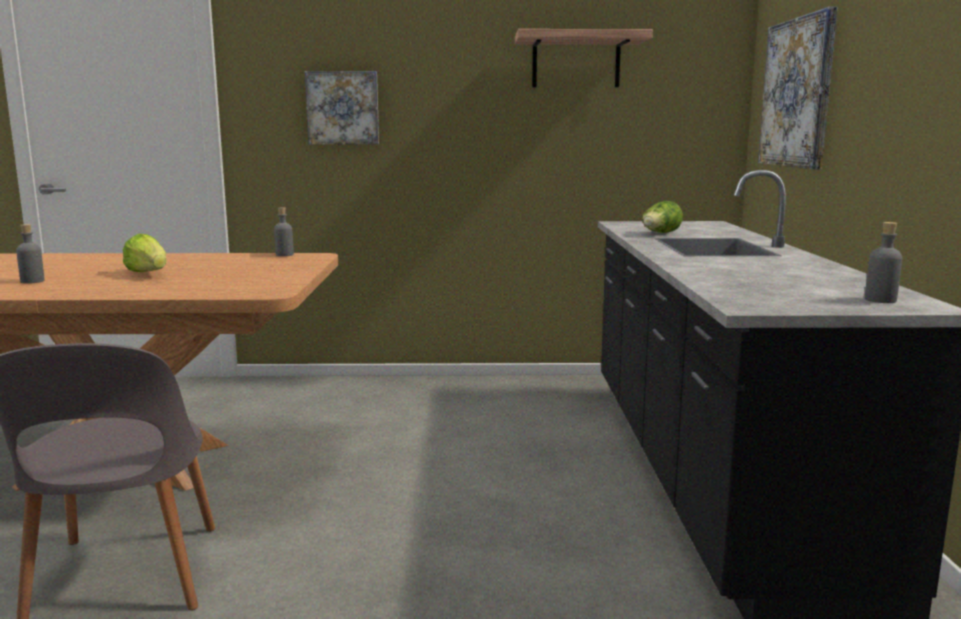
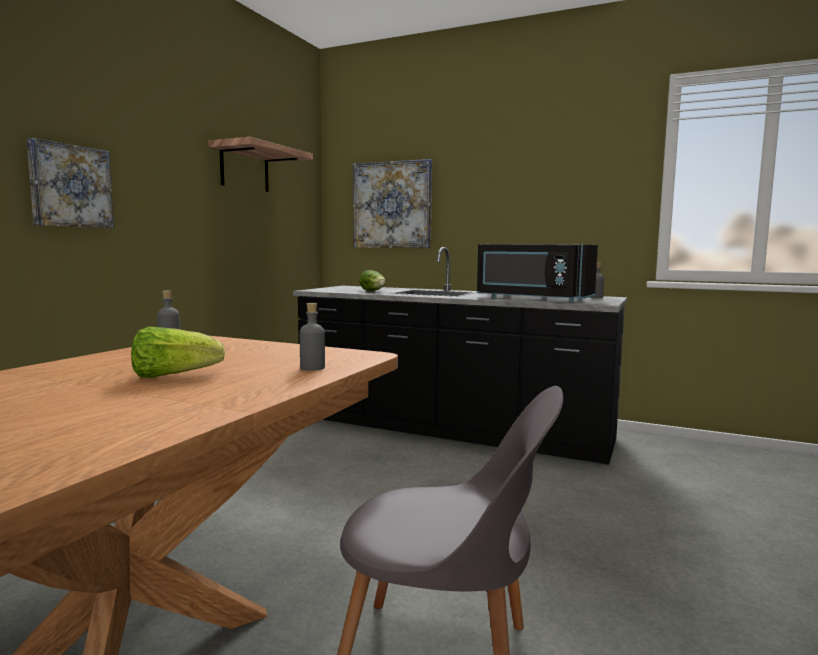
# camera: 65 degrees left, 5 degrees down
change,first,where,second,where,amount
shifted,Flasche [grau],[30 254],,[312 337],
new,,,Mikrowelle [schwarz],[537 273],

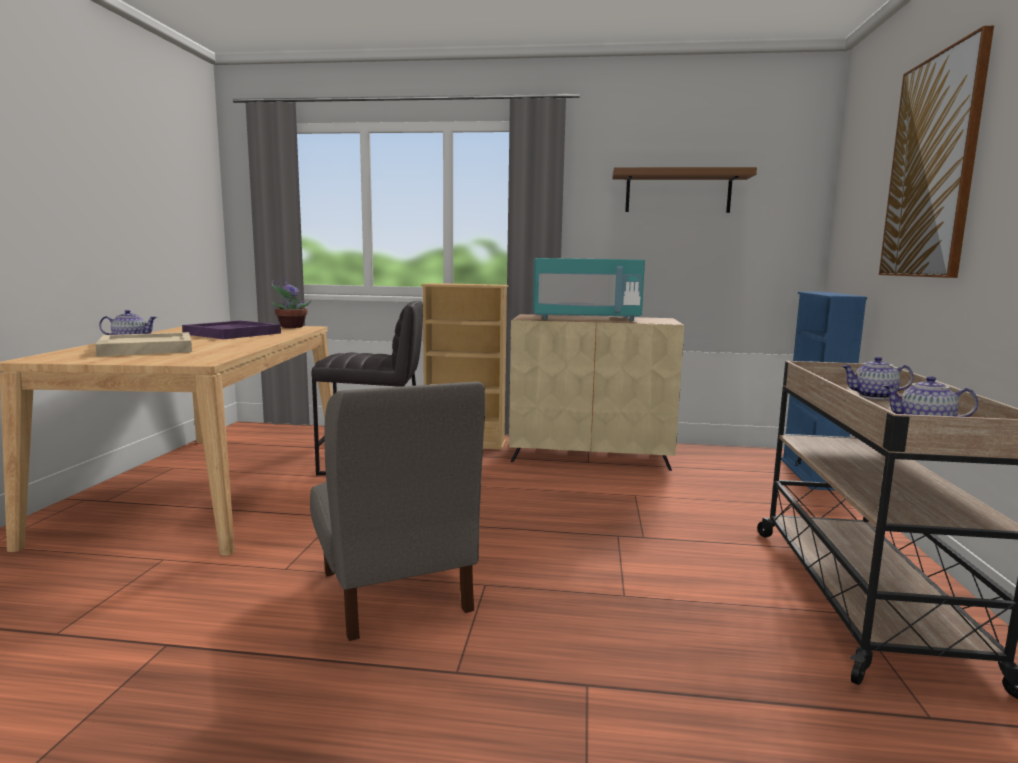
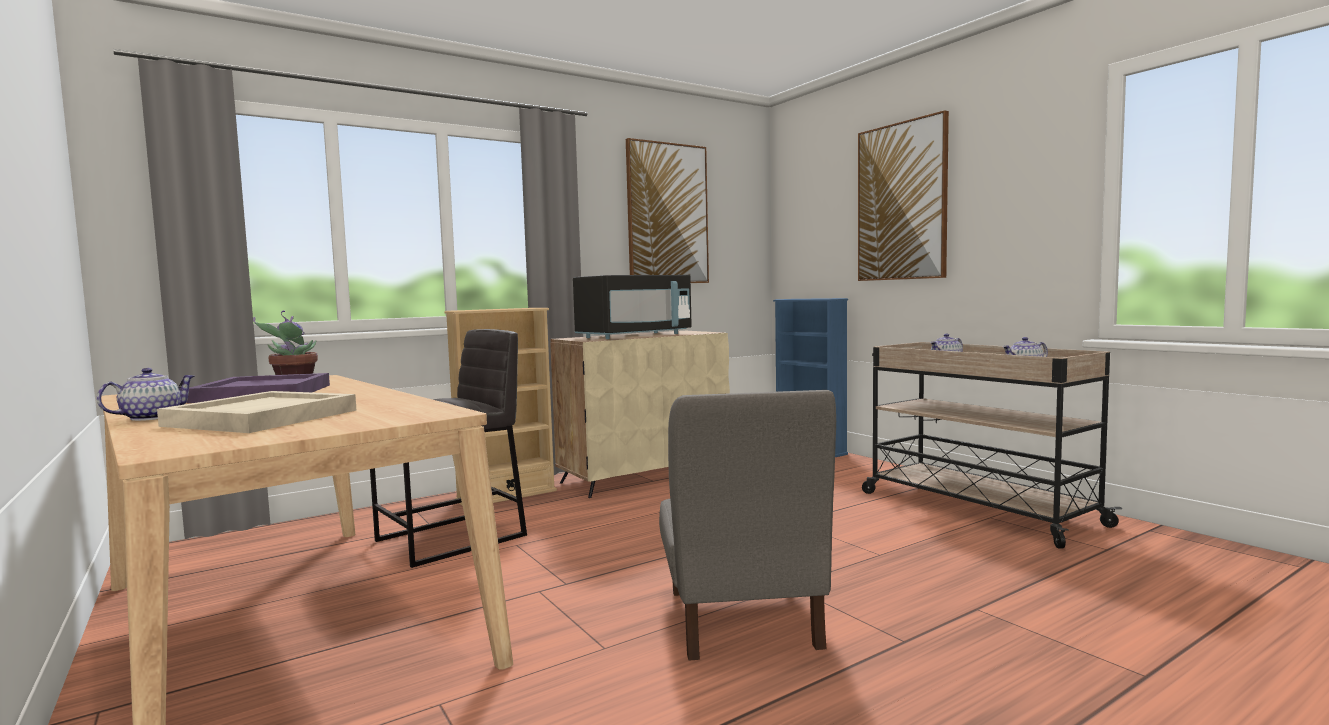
# camera: 40 degrees left, 5 degrees down
change,first,where,second,where,amount
swapped,Wandregal [braun],[684 190],Bild,[667 210],
repainted,Mikrowelle [türkis],[589 289],Mikrowelle [schwarz],[632 307],
rotated,Stuhl [grau],[397 511],,[747 525],60 degrees clockwise

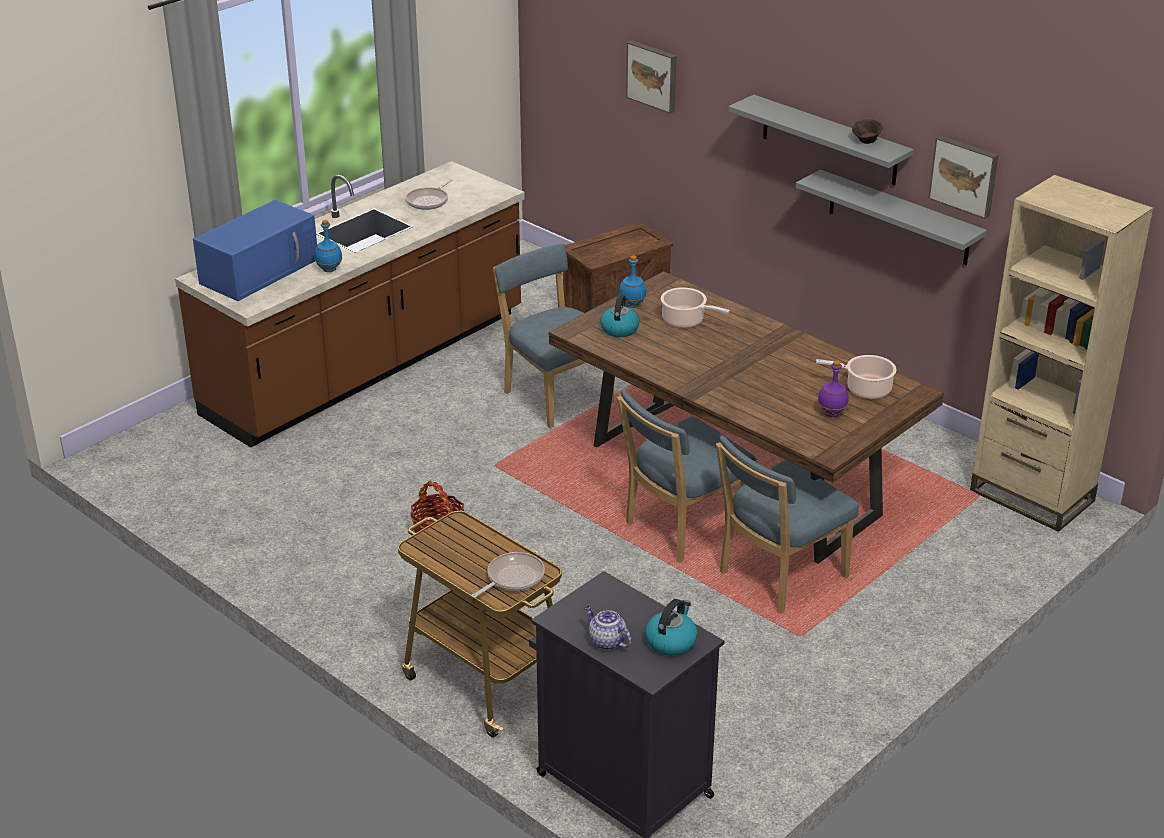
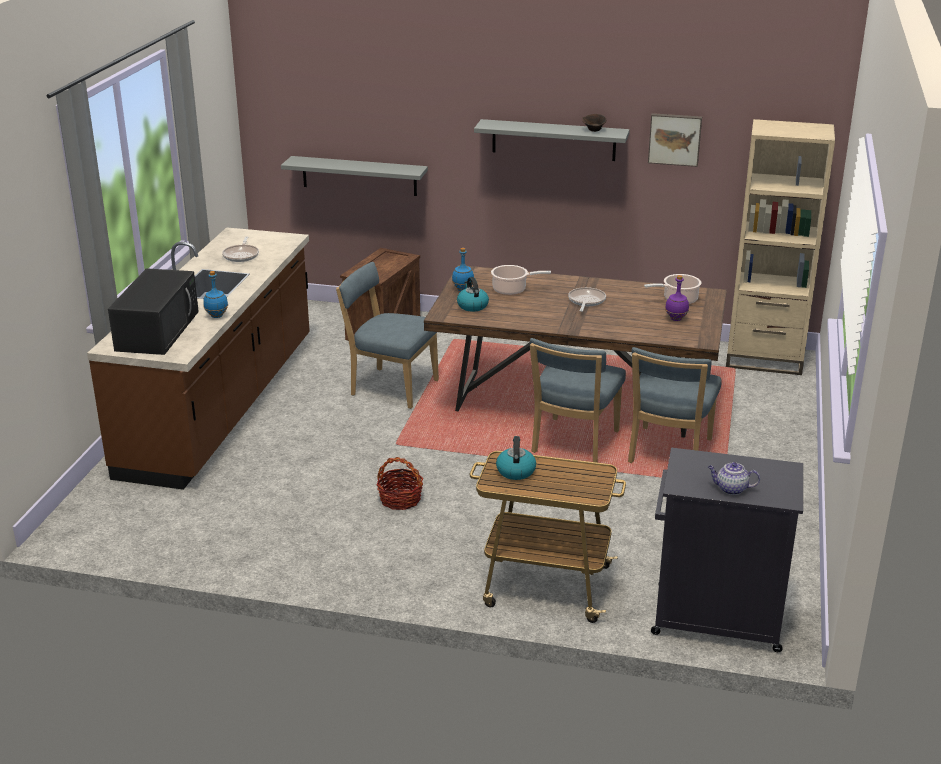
# camera: 30 degrees left, 5 degrees down
change,first,where,second,where,amount
gone,Bild,[651 77],,,
shifted,Wandregal [grau],[891 217],,[354 176],
repainted,Mikrowelle [blau],[255 250],Mikrowelle [schwarz],[153 311],
shifted,Pfanne,[508 575],,[587 299],
shifted,Wasserkessel,[671 627],,[516 458],

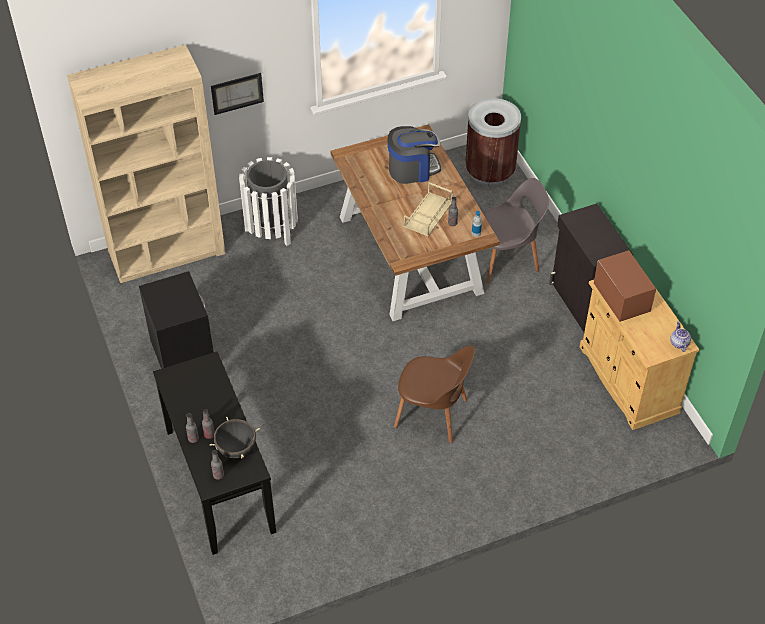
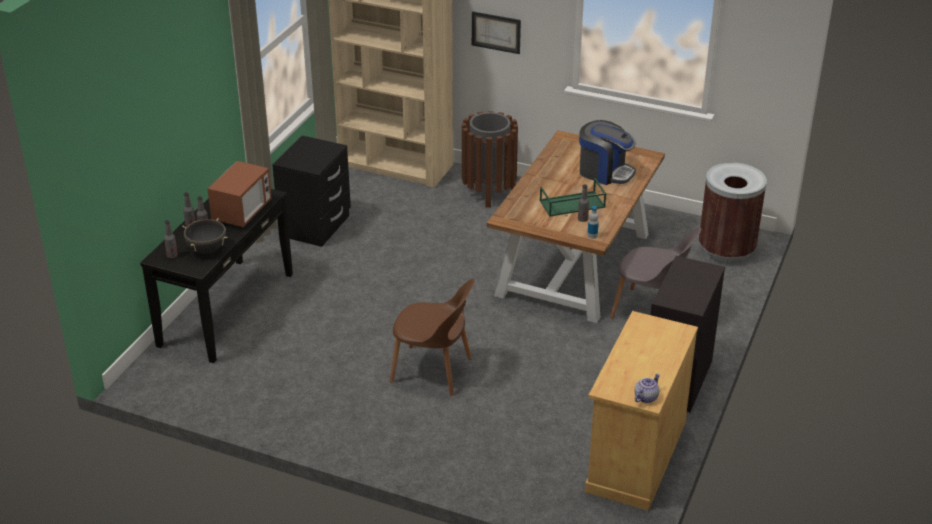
# camera: 45 degrees right, 15 degrees down
change,first,where,second,where,amount
repainted,Mülleimer [weiß],[268 201],Mülleimer [braun],[490 159],
repainted,Tablett [beige],[428 209],Tablett [grün],[573 197],
shifted,Mikrowelle,[625 286],,[239 194],
rotated,Stuhl [braun],[434 394],,[432 337],45 degrees counterclockwise

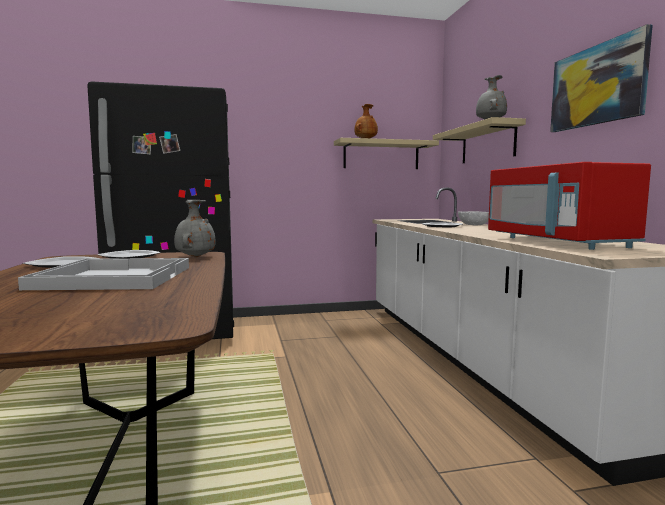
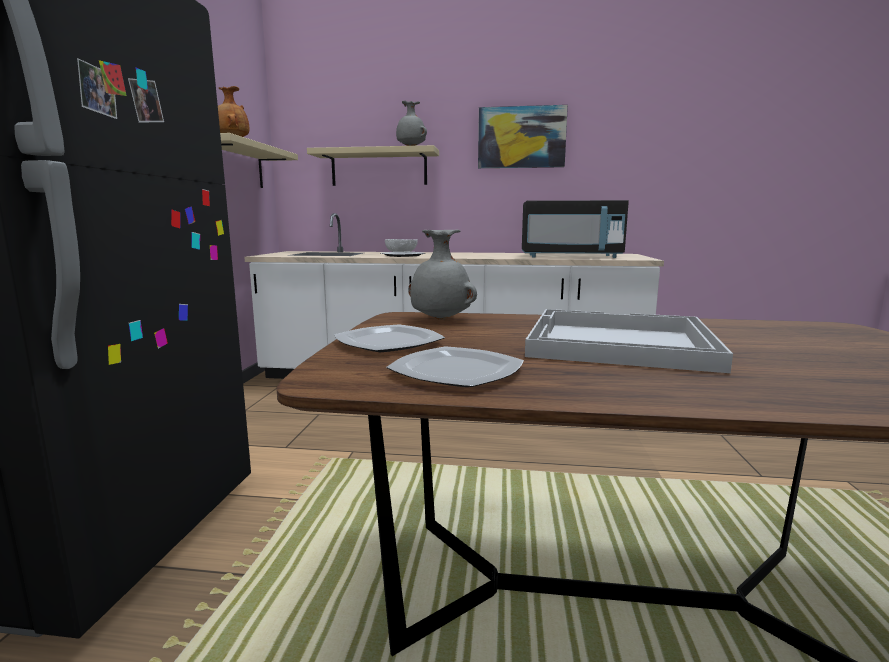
# camera: 70 degrees left, 5 degrees up
change,first,where,second,where,amount
repainted,Mikrowelle [rot],[569 206],Mikrowelle [schwarz],[575 229],

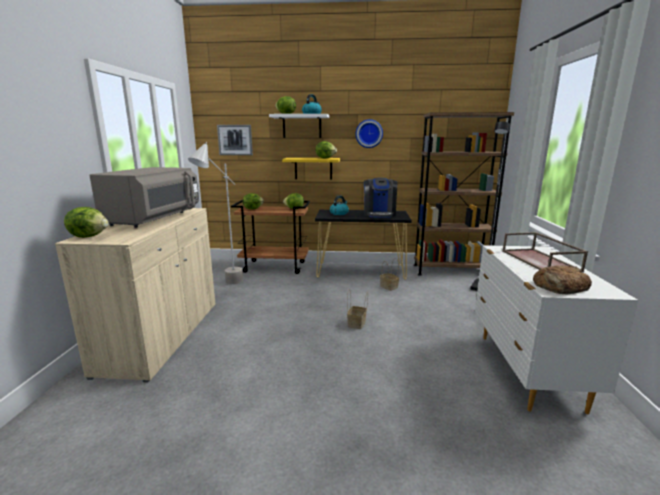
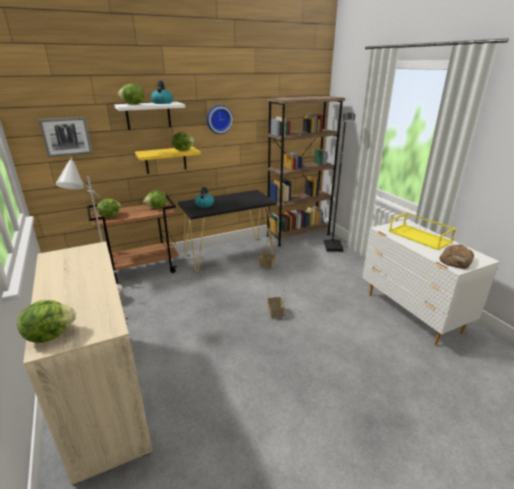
# camera: 30 degrees left, 10 degrees up
change,first,where,second,where,amount
gone,Mikrowelle [grau],[144 197],,,
gone,Kaffeemaschine,[380 197],,,
repainted,Tablett [braun],[545 252],Tablett [gelb],[422 231],

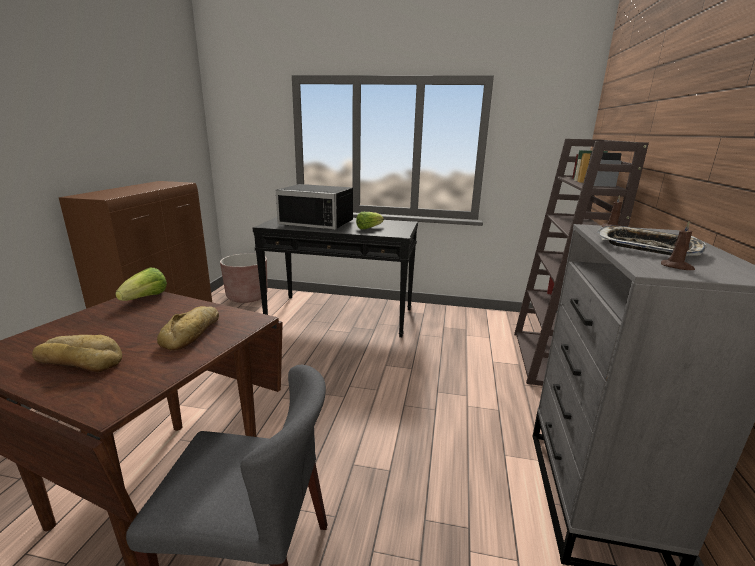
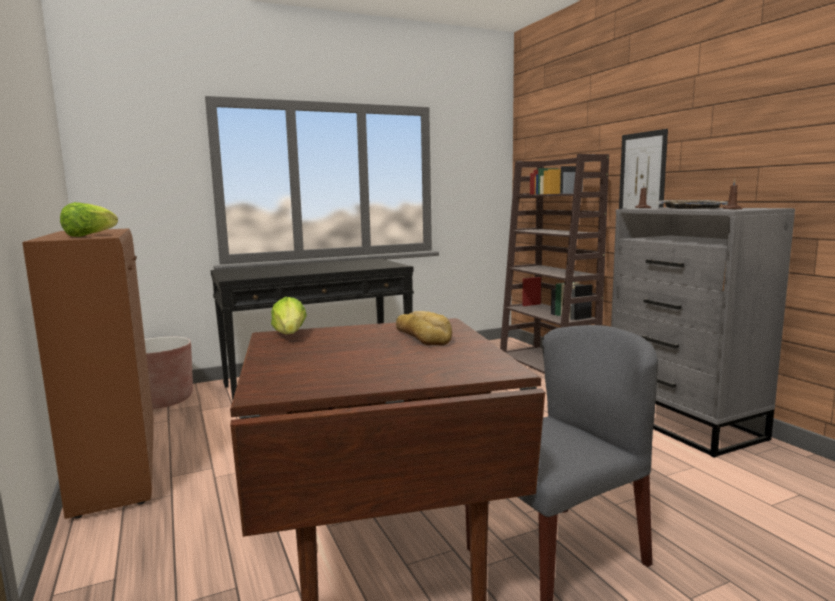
# camera: 35 degrees left, 10 degrees down
change,first,where,second,where,amount
gone,Mikrowelle [schwarz],[314 207],,,
shifted,Salatkopf,[370 220],,[89 219],
gone,Brot,[77 353],,,
new,,,Bild,[643 169],

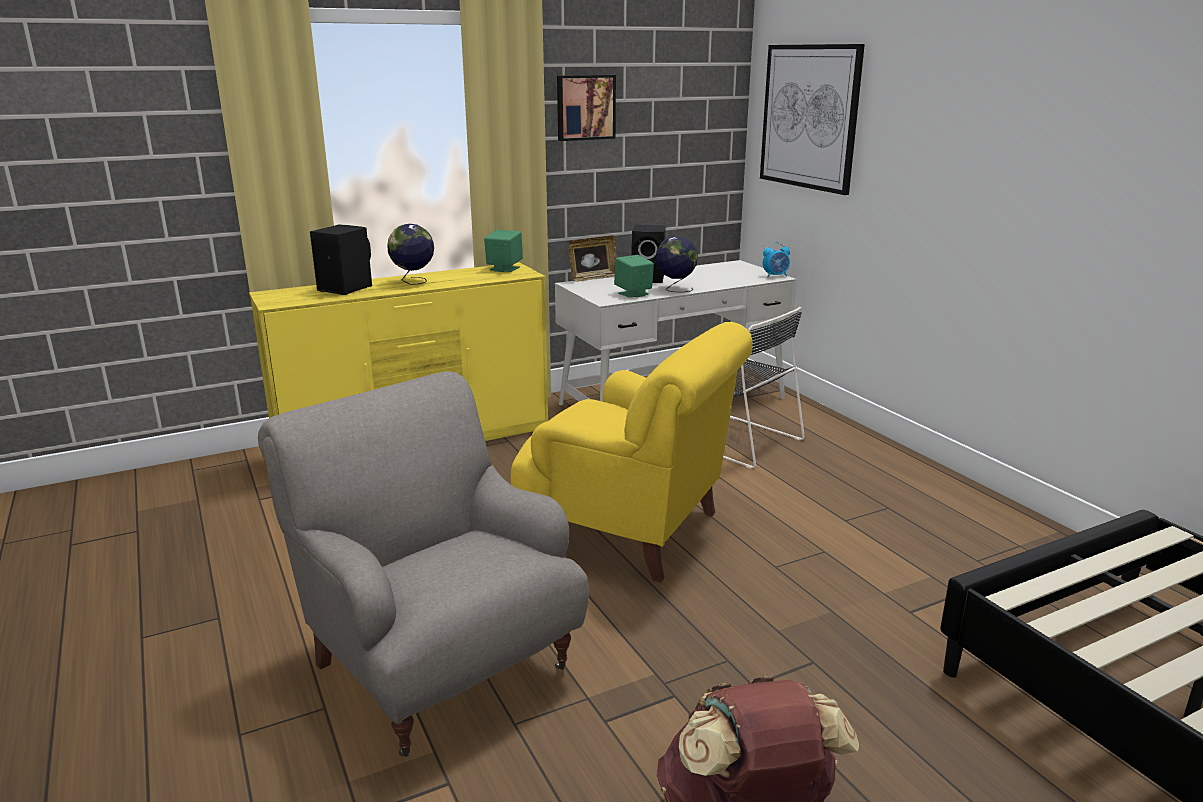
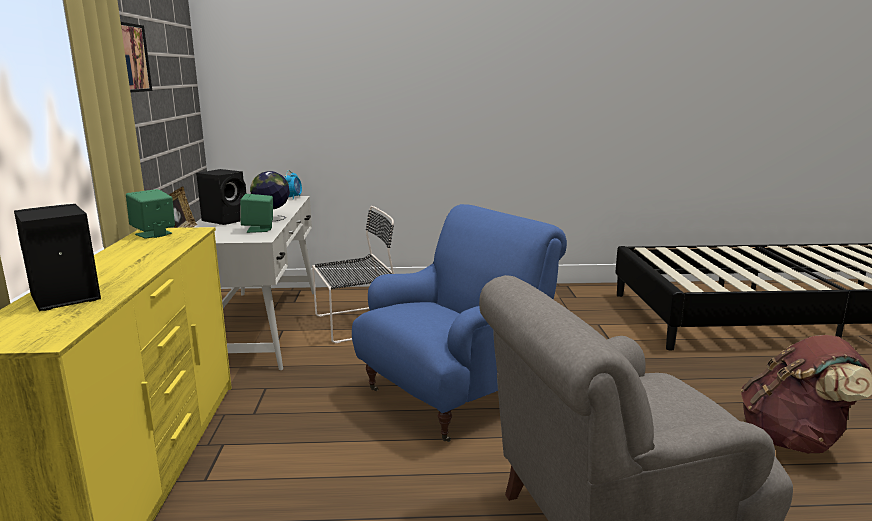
# camera: 65 degrees left, 5 degrees down
change,first,where,second,where,amount
gone,Bild,[812 119],,,
gone,Globus,[410 254],,,
repainted,Sessel [gelb],[631 452],Sessel [blau],[459 323],

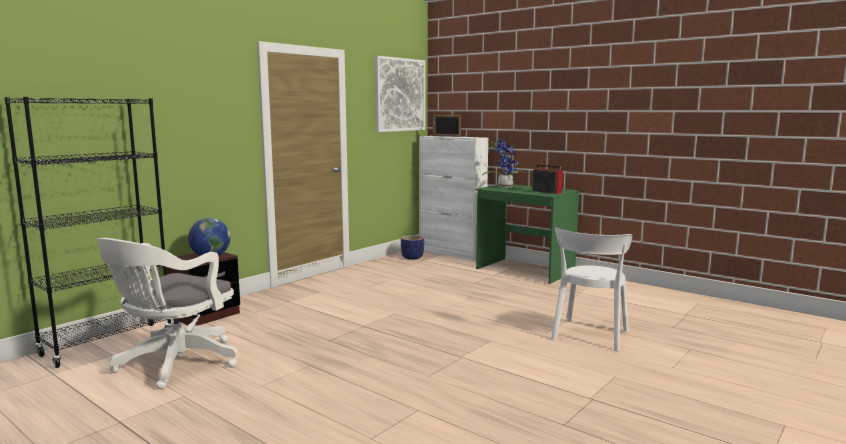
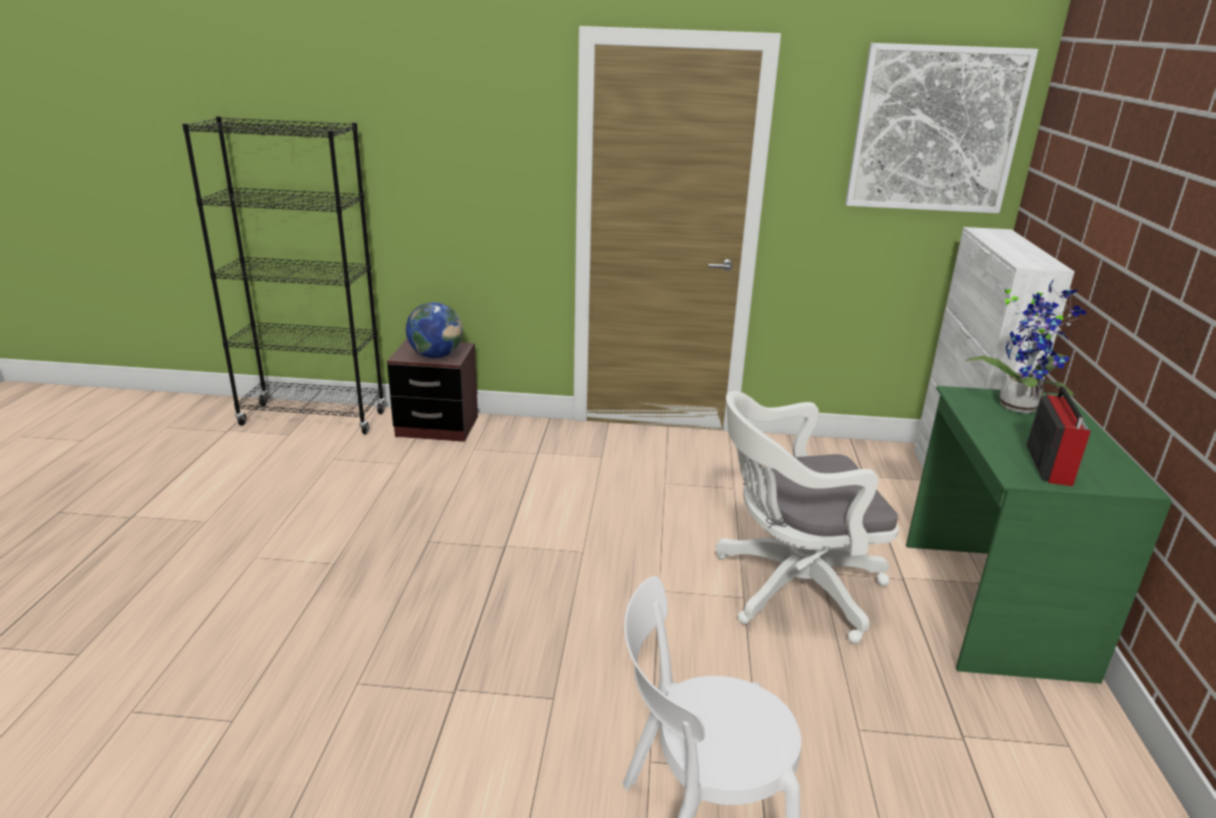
# camera: 55 degrees right, 15 degrees up
change,first,where,second,where,amount
gone,Bilderrahmen,[447 126],,,
gone,Pflanzkübel,[412 247],,,
shifted,Bürostuhl [weiß],[167 313],,[807 517],

